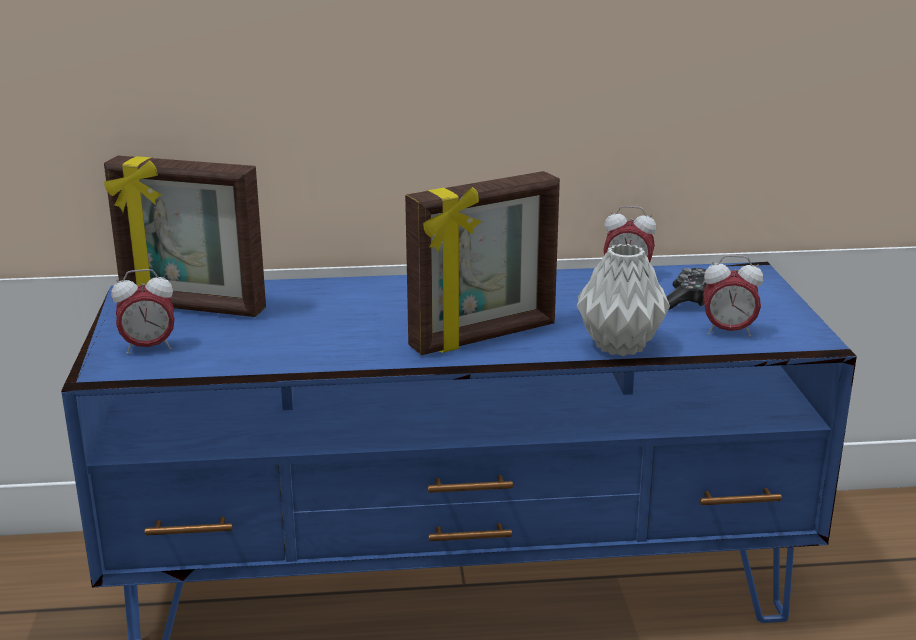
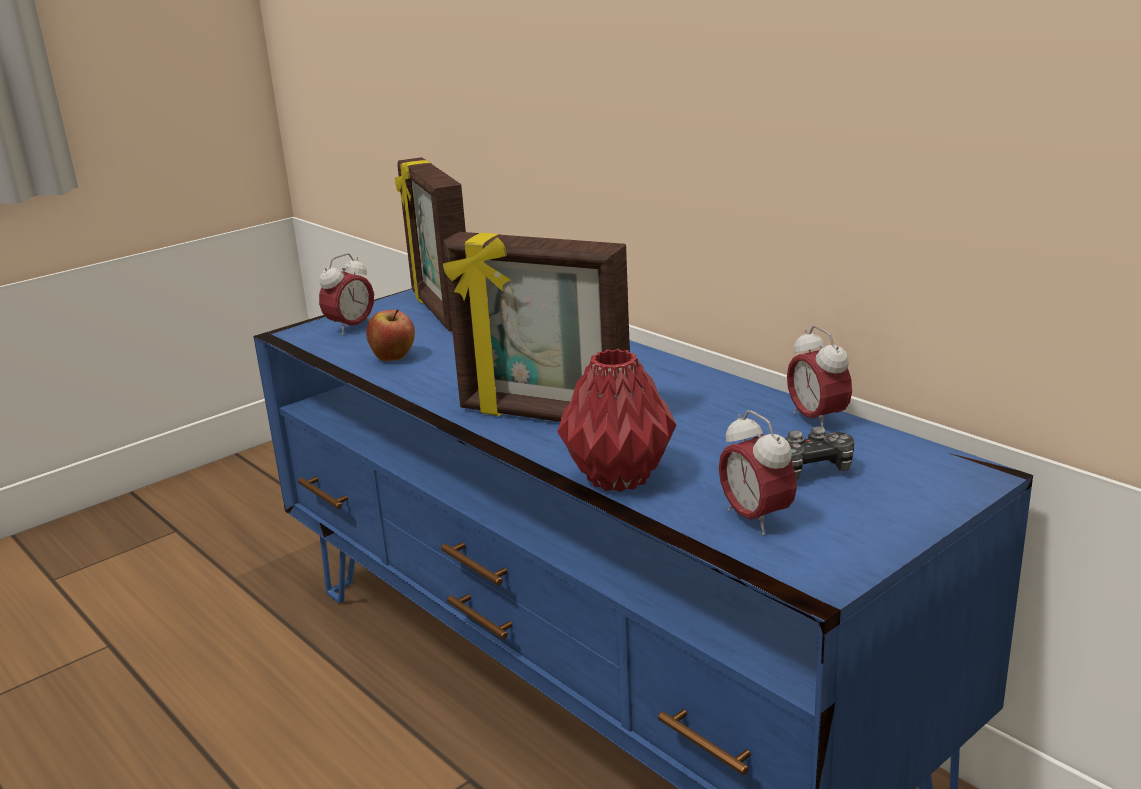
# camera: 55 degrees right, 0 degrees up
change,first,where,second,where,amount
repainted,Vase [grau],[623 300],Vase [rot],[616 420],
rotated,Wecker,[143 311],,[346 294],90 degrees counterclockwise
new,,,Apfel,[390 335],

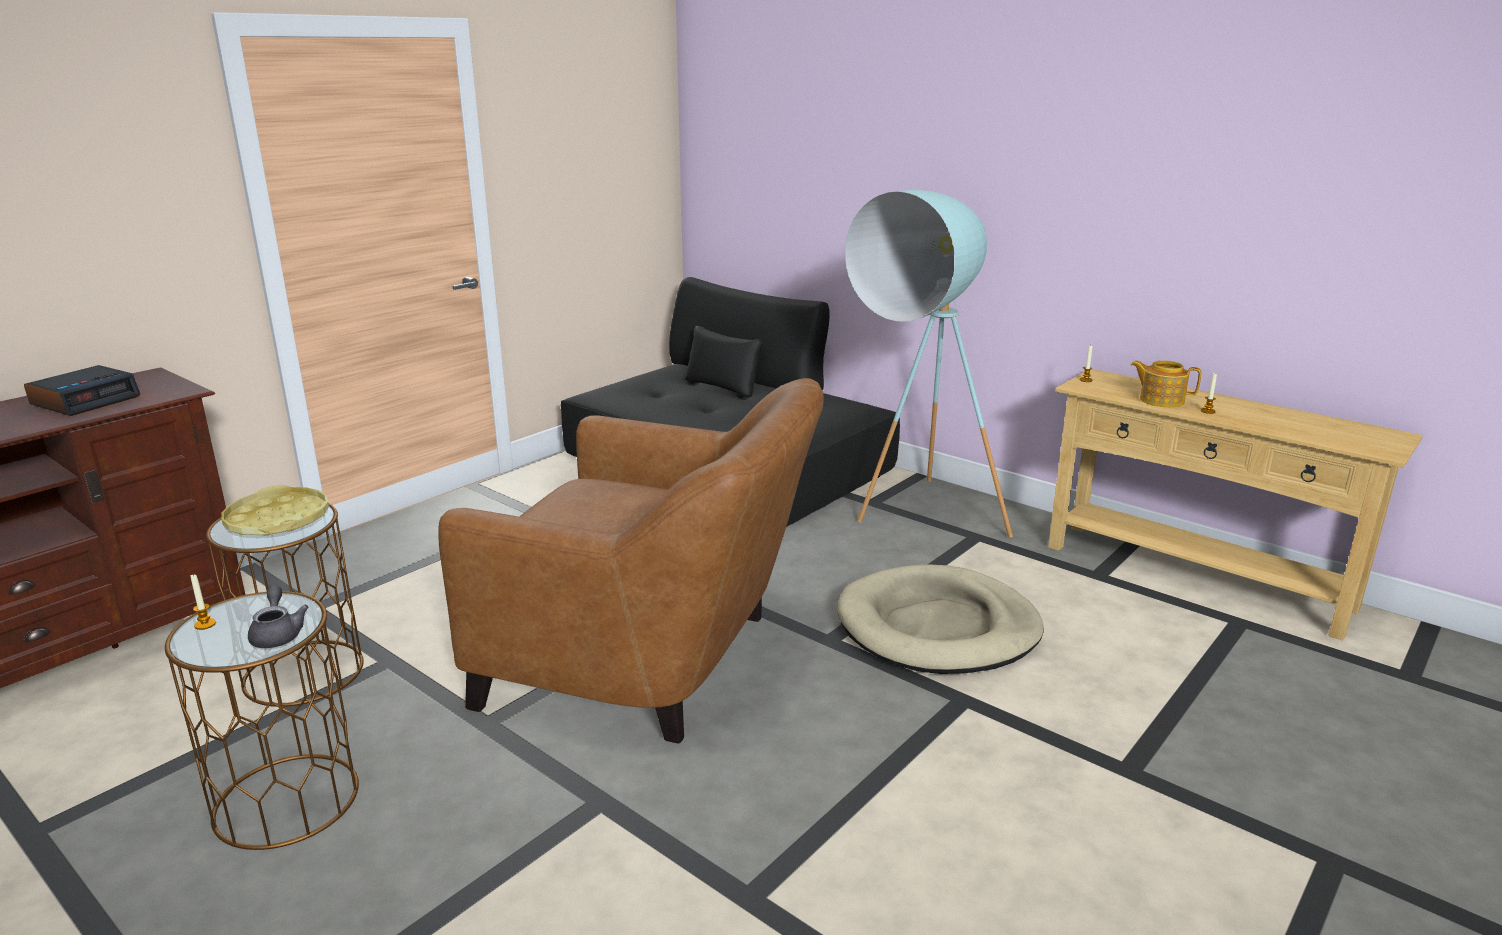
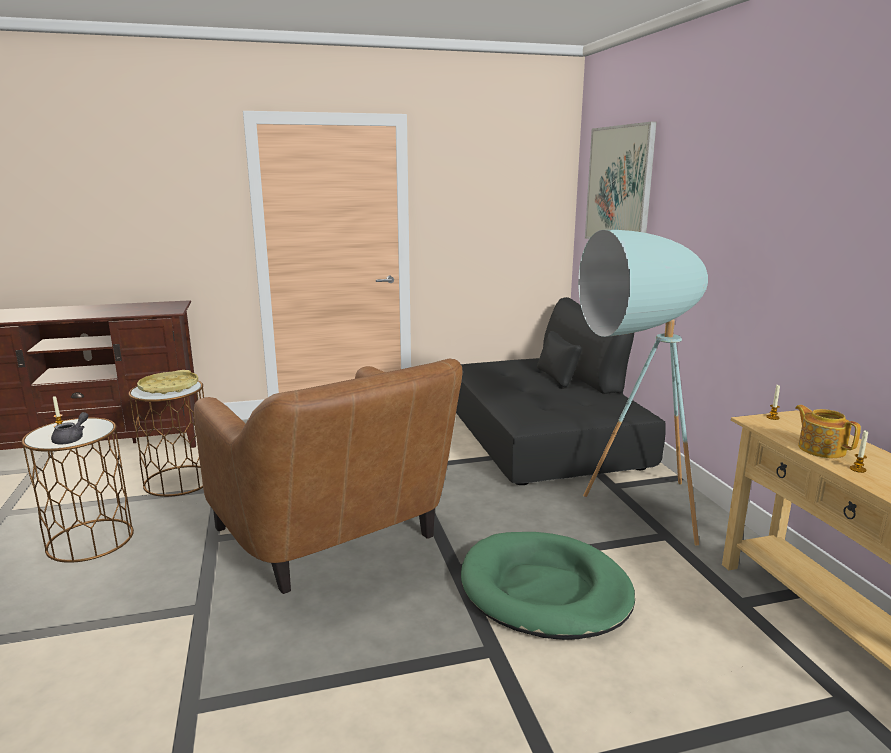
# camera: 35 degrees right, 5 degrees down
change,first,where,second,where,amount
gone,Wecker,[82 390],,,
repainted,Hundebett [beige],[940 619],Hundebett [grün],[548 586],
new,,,Bild,[621 180],

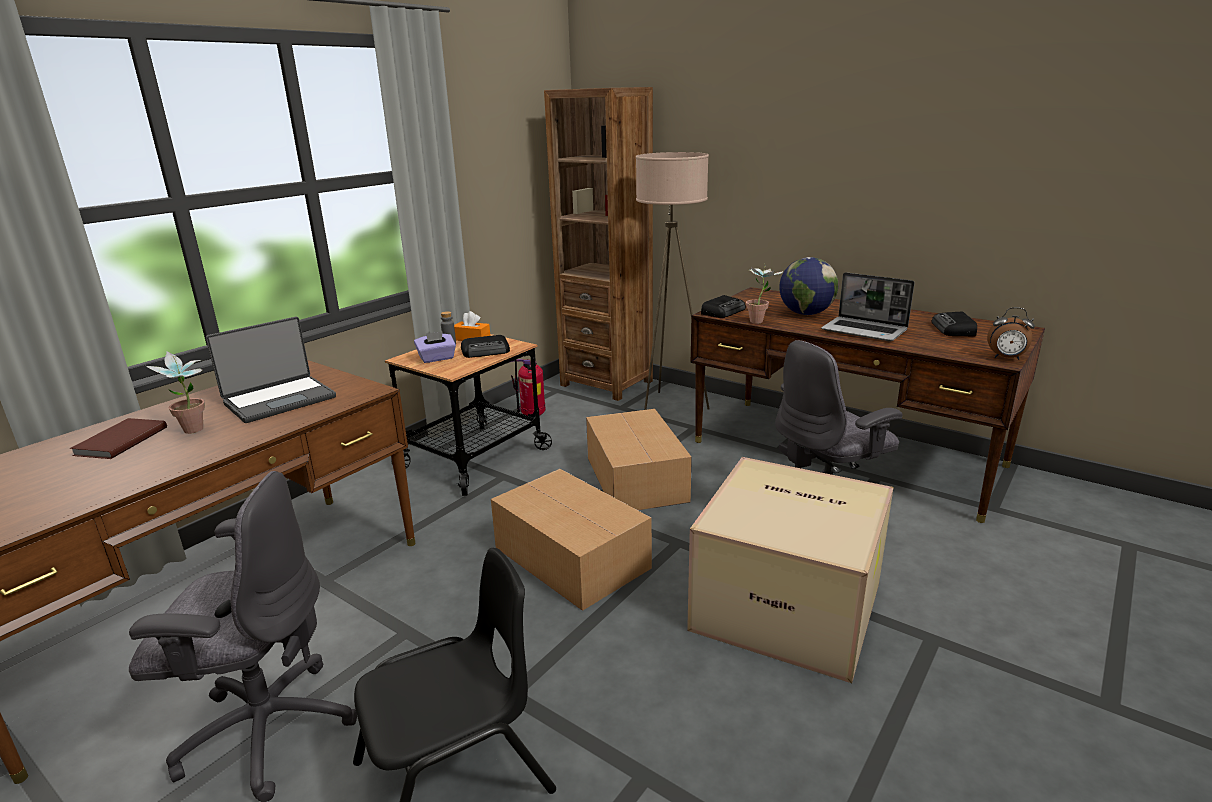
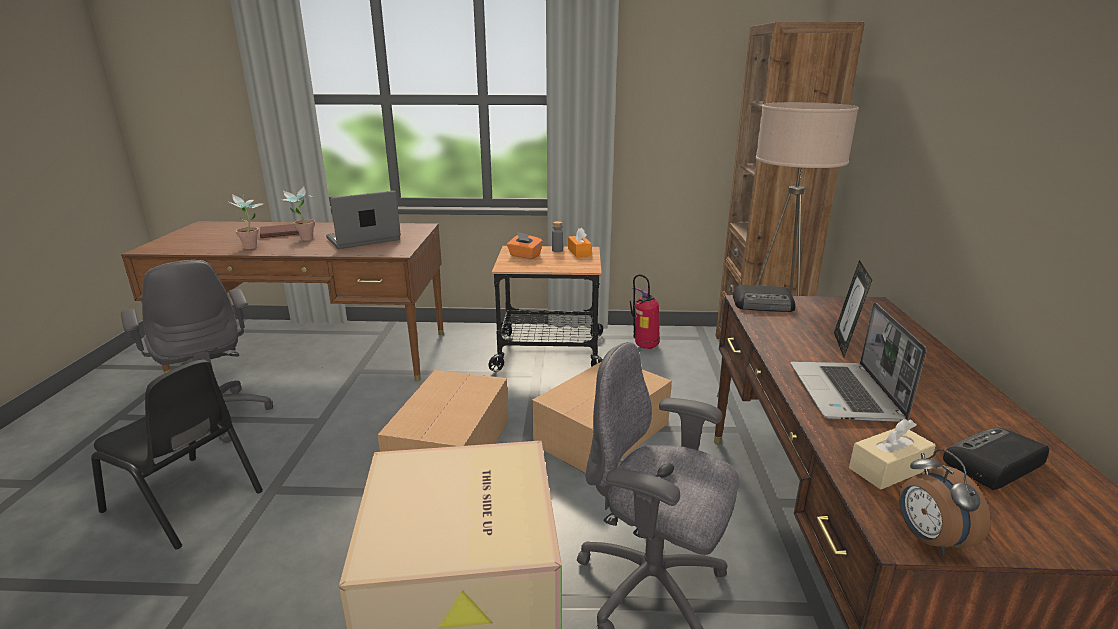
# camera: 55 degrees right, 0 degrees up
change,first,where,second,where,amount
swapped,Globus,[808 286],Bilderrahmen,[853 309],
shifted,Topfpflanze,[764 294],,[245 221],
rotated,Laptop,[271 370],,[363 220],135 degrees clockwise
repainted,Taschentuchbox [lila],[435 347],Taschentuchbox [orange],[525 245],
gone,Radio,[485 346],,,
new,,,Taschentuchbox [beige],[892 454],

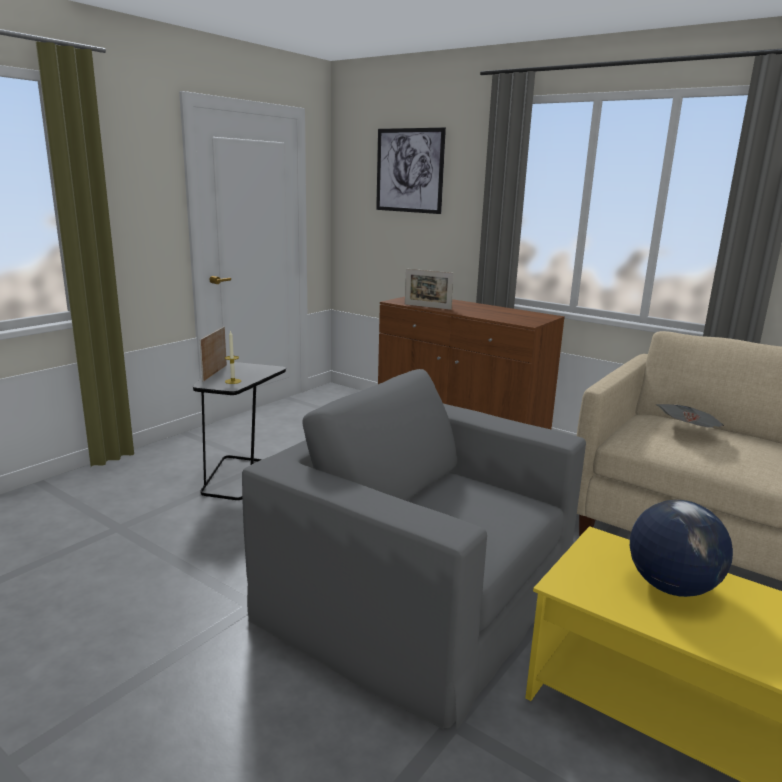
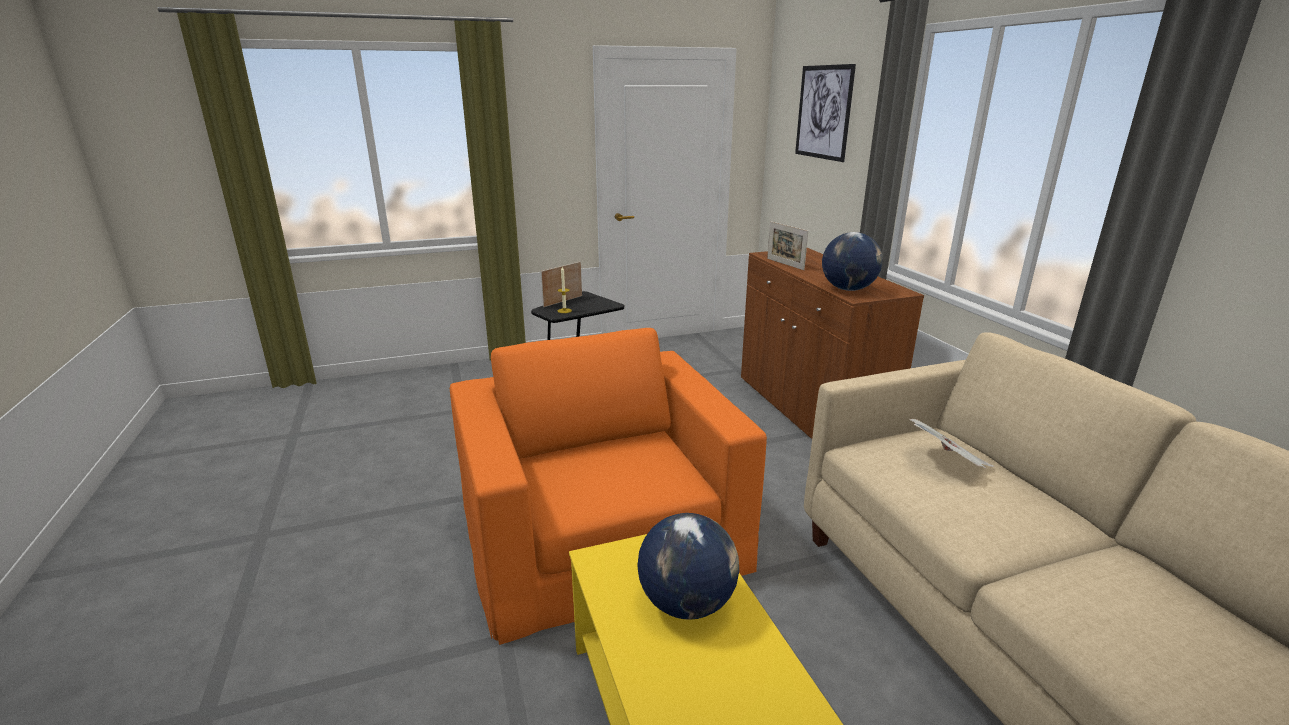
# camera: 35 degrees right, 5 degrees up
change,first,where,second,where,amount
repainted,Sessel [grau],[414 549],Sessel [orange],[608 486],
new,,,Globus,[852 261],

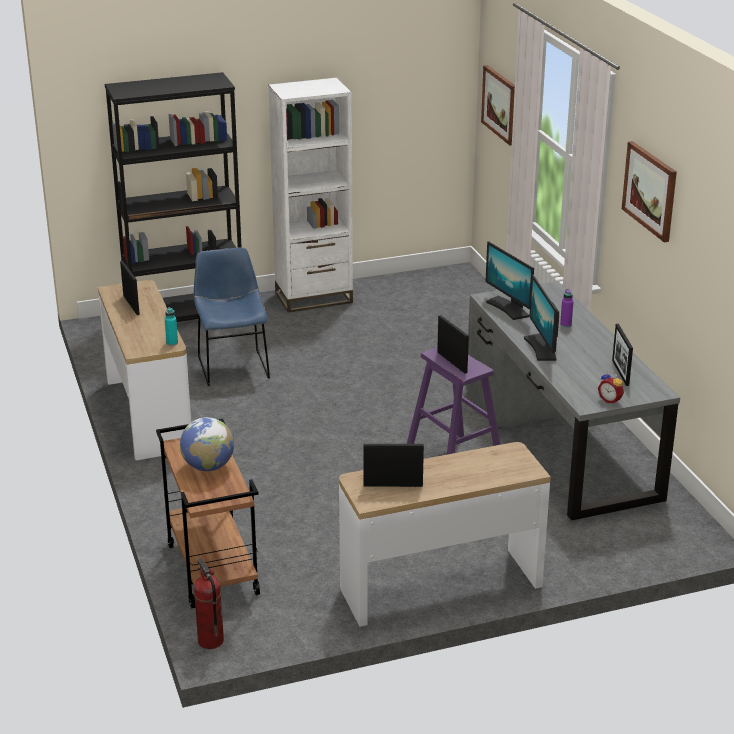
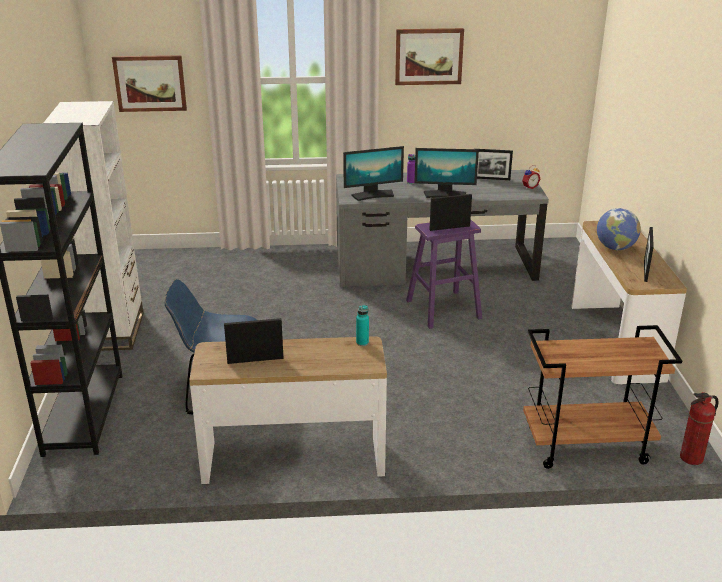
# camera: 75 degrees left, 0 degrees up
change,first,where,second,where,amount
shifted,Globus,[207 444],,[619 229],

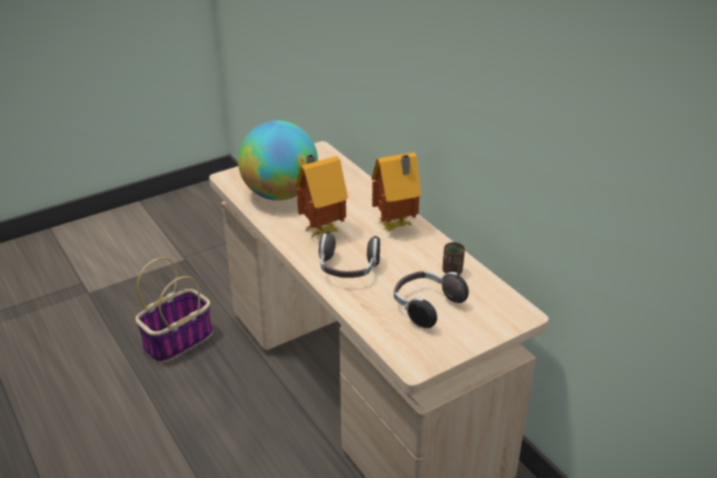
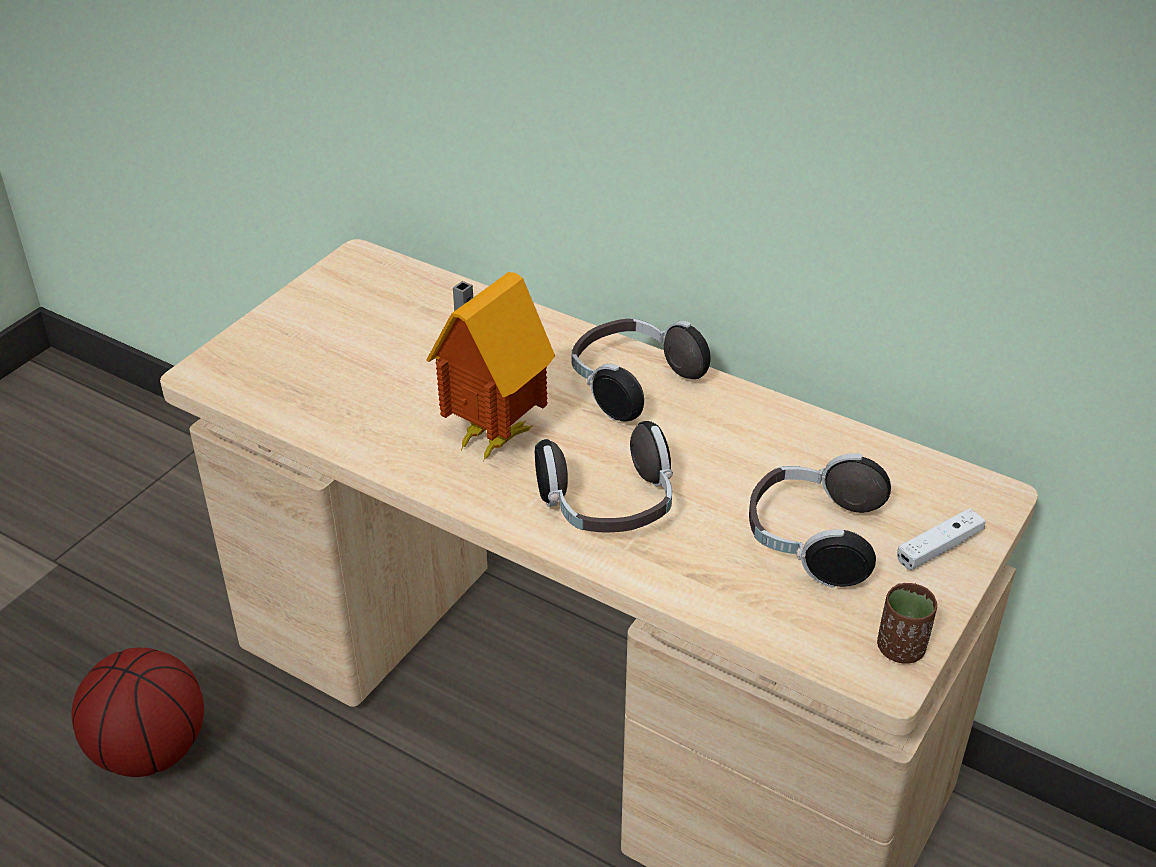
# camera: 25 degrees left, 5 degrees up
change,first,where,second,where,amount
gone,Globus,[278 160],,,
swapped,Spielzeughaus,[396 191],Kopfhörer,[641 369],
shifted,Tasse [braun],[453 258],,[907 623],
swapped,Korb,[174 310],Basketball,[138 712],
new,,,Gamepad [weiß],[941 539],

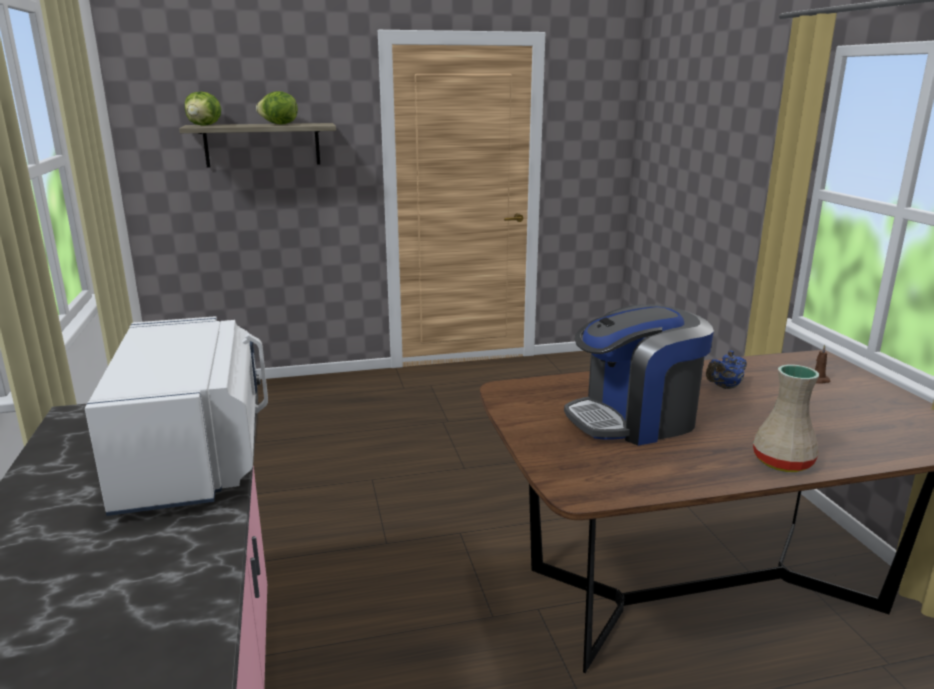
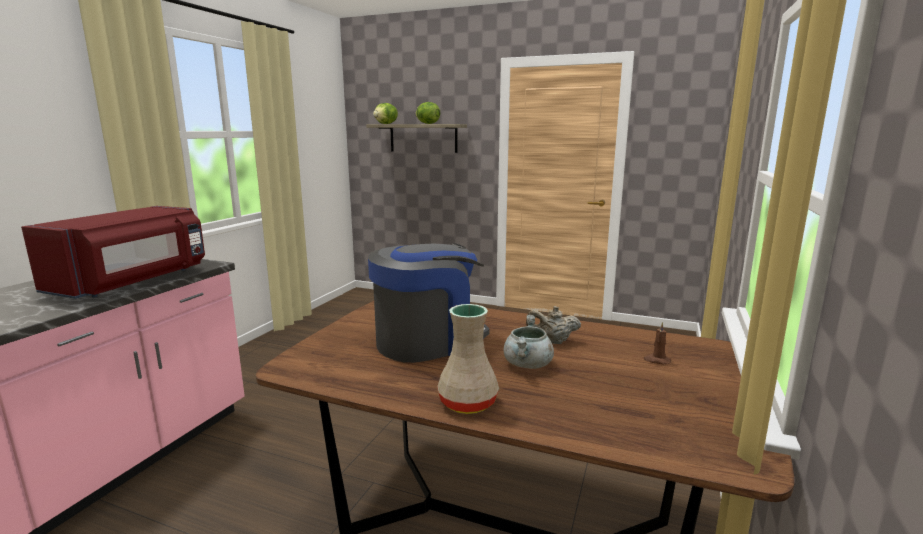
# camera: 35 degrees right, 5 degrees down
change,first,where,second,where,amount
rotated,Kaffeemaschine,[639 375],,[428 303],135 degrees clockwise
repainted,Mikrowelle [weiß],[176 416],Mikrowelle [rot],[113 252],
repainted,Teekanne [blau],[726 369],Teekanne [beige],[553 325],
new,,,Kochtopf [grau],[529 342],

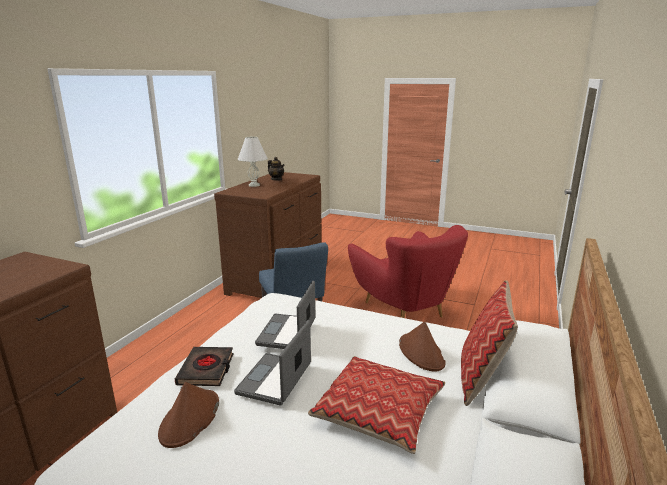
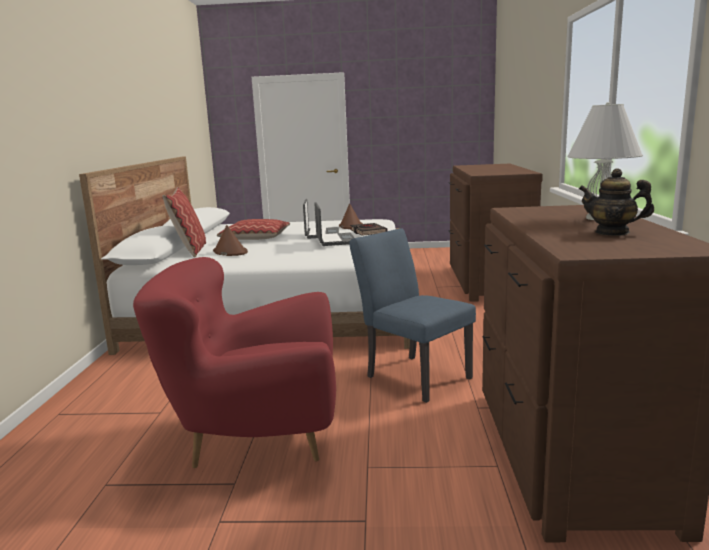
# camera: 160 degrees right, 5 degrees down
change,first,where,second,where,amount
rotated,Sessel [rot],[408 271],,[234 362],45 degrees counterclockwise

